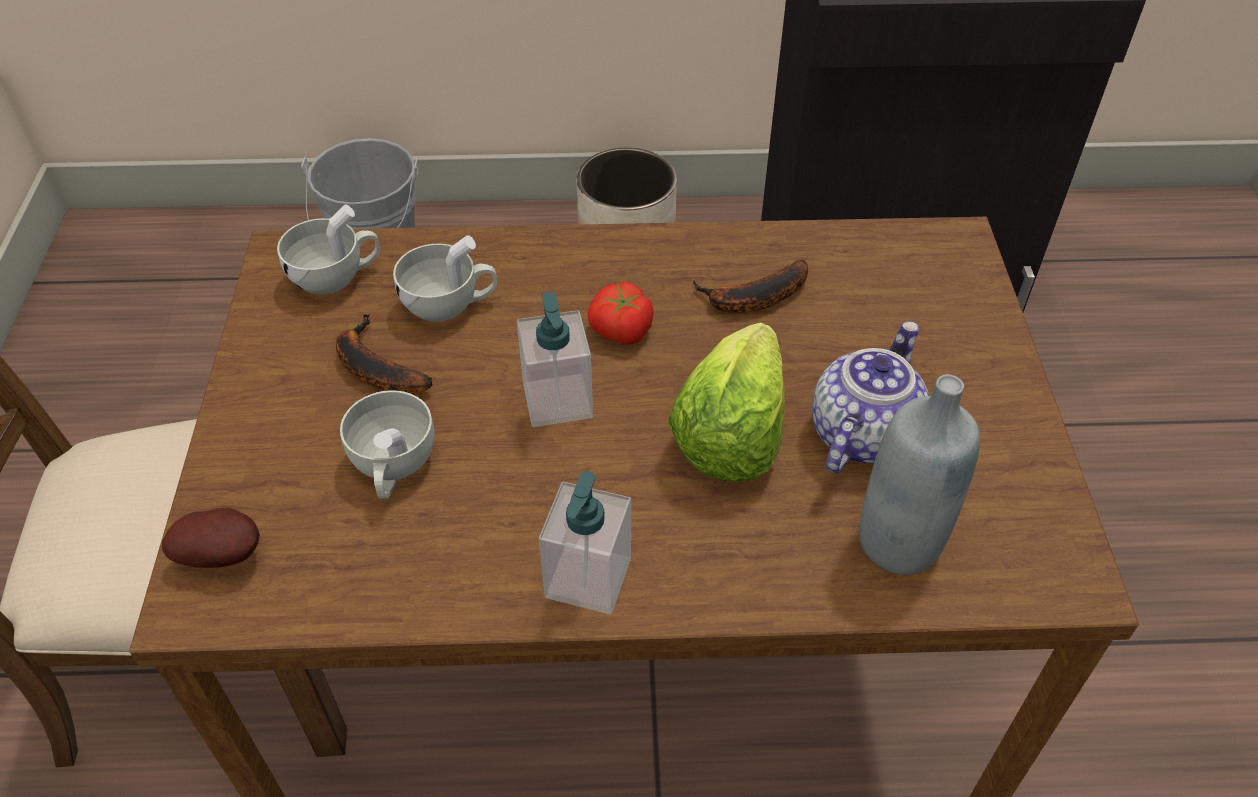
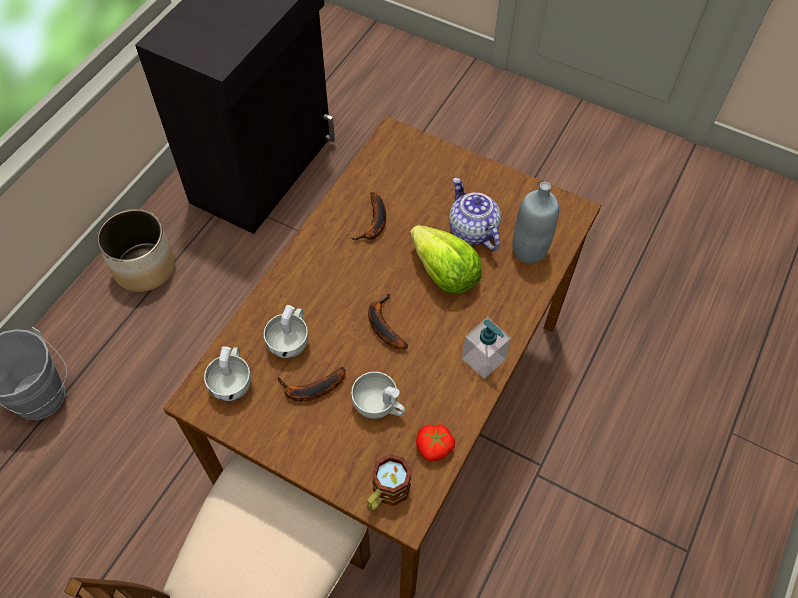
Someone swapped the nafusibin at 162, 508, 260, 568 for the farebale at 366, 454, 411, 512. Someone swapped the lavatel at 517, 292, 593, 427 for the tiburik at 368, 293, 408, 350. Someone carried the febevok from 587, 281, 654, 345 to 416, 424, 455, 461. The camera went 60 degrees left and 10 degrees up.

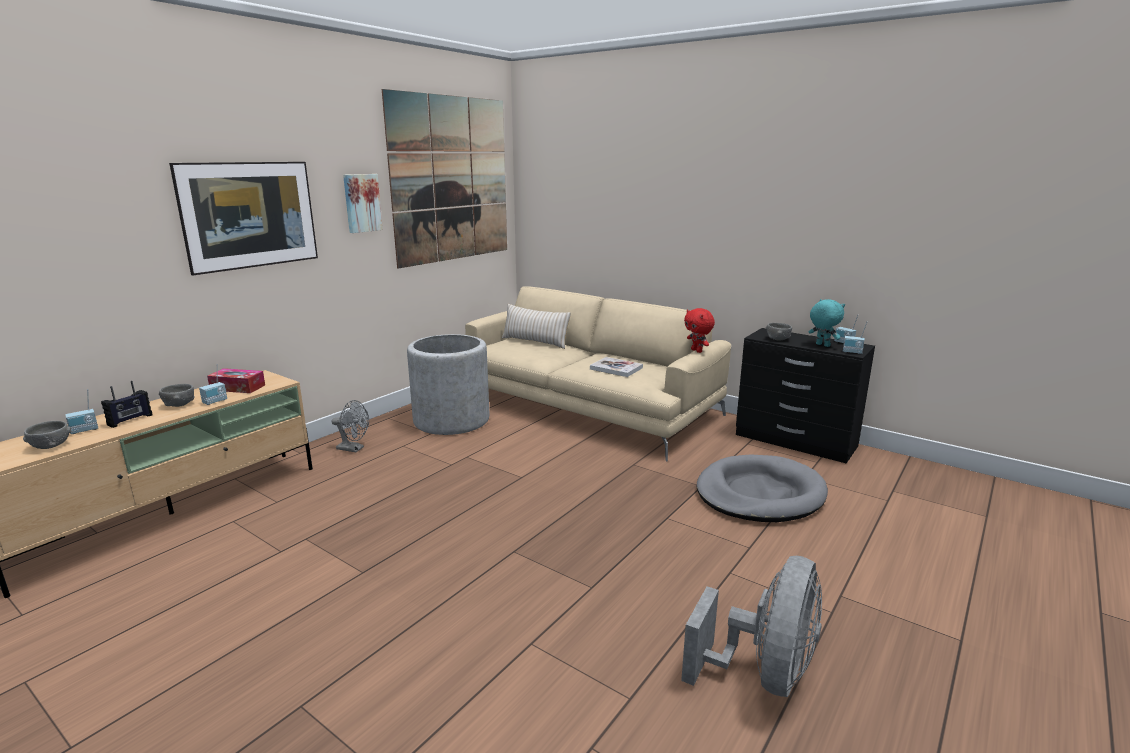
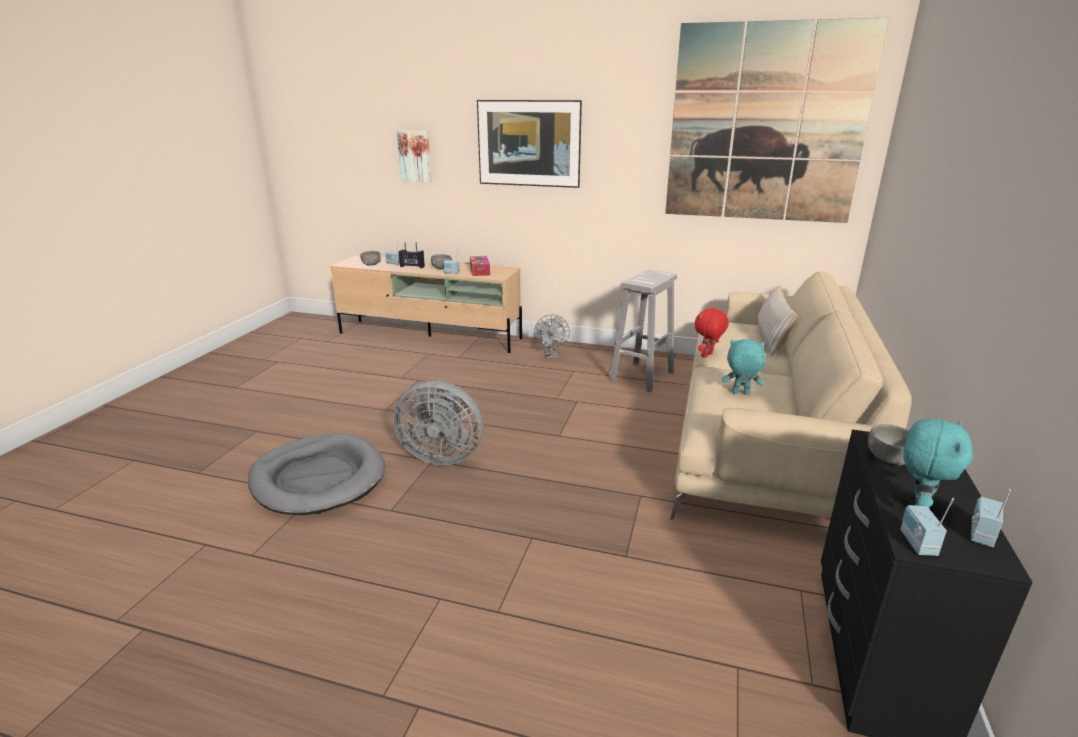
Someone carried the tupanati from 343, 174, 383, 233 to 397, 130, 432, 182. Someone swapped the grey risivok at 407, 334, 489, 435 for the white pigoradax at 610, 269, 677, 392. Someone swapped the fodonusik at 590, 357, 643, 377 for the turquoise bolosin at 722, 339, 766, 395. Someone carried the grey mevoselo from 681, 556, 822, 697 to 393, 381, 483, 465. Someone carried the red bolosin from 684, 308, 715, 353 to 695, 307, 729, 358. Someone carried the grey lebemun from 697, 455, 828, 522 to 248, 433, 386, 515. The camera went 70 degrees right and 5 degrees up.

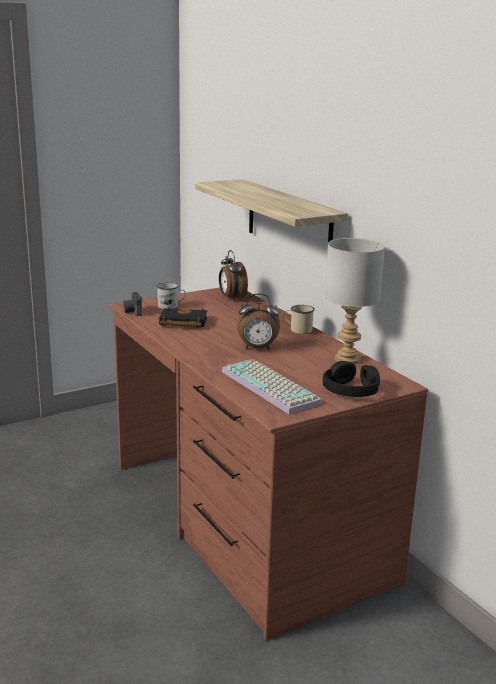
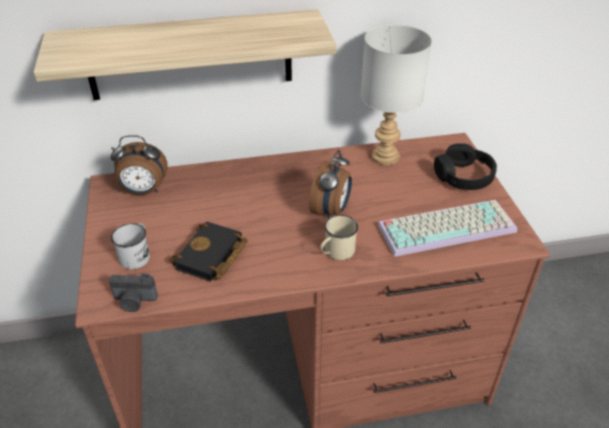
Someone carried the beige farebale from 284, 305, 314, 334 to 320, 215, 358, 260. The camera went 70 degrees left and 20 degrees up.

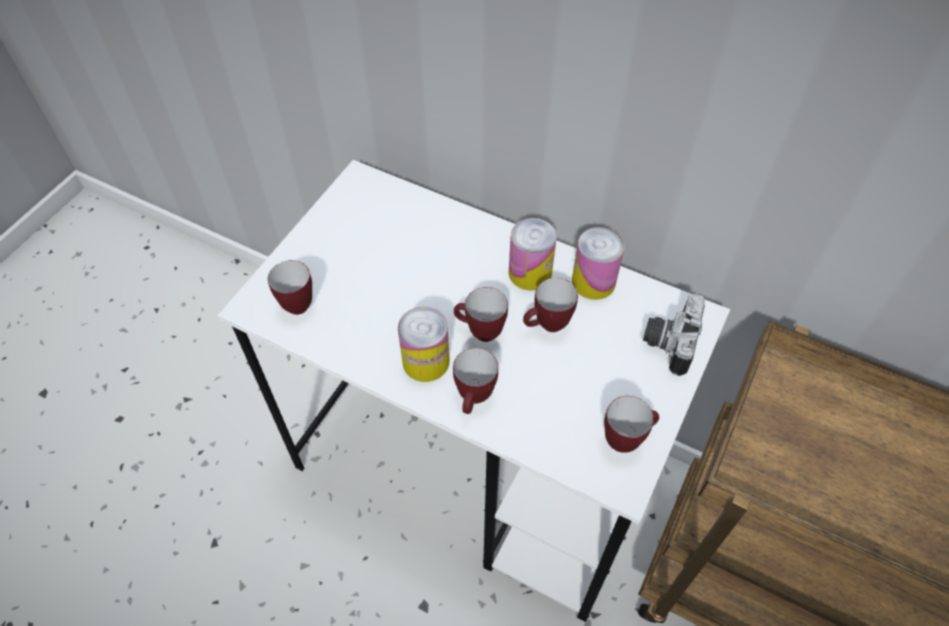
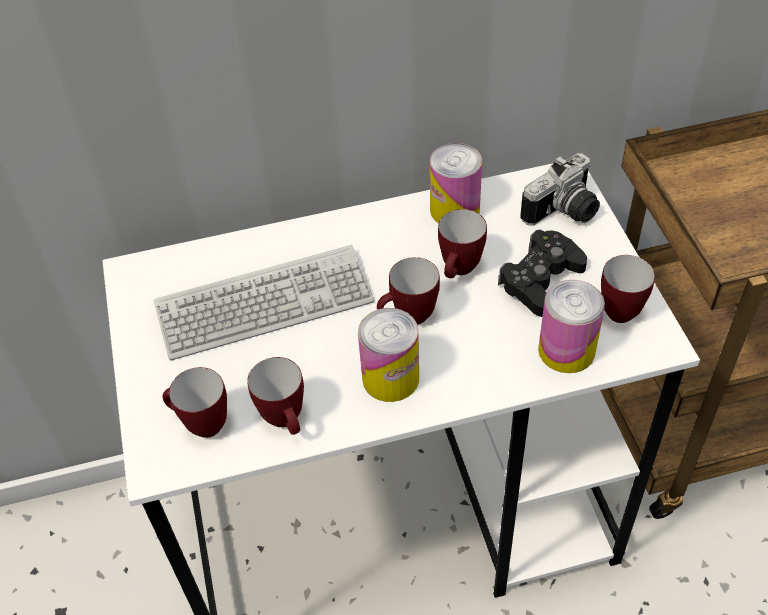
Someone carried the farebale from 453, 348, 498, 414 to 247, 357, 304, 435. Someone carried the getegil from 509, 218, 557, 290 to 538, 280, 605, 373. Someone rotated the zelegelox at 643, 294, 705, 376 by 105 degrees counterclockwise. Someone put down the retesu at 154, 245, 374, 360. Someone put down the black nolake at 498, 229, 587, 317. The camera went 40 degrees left and 5 degrees down.

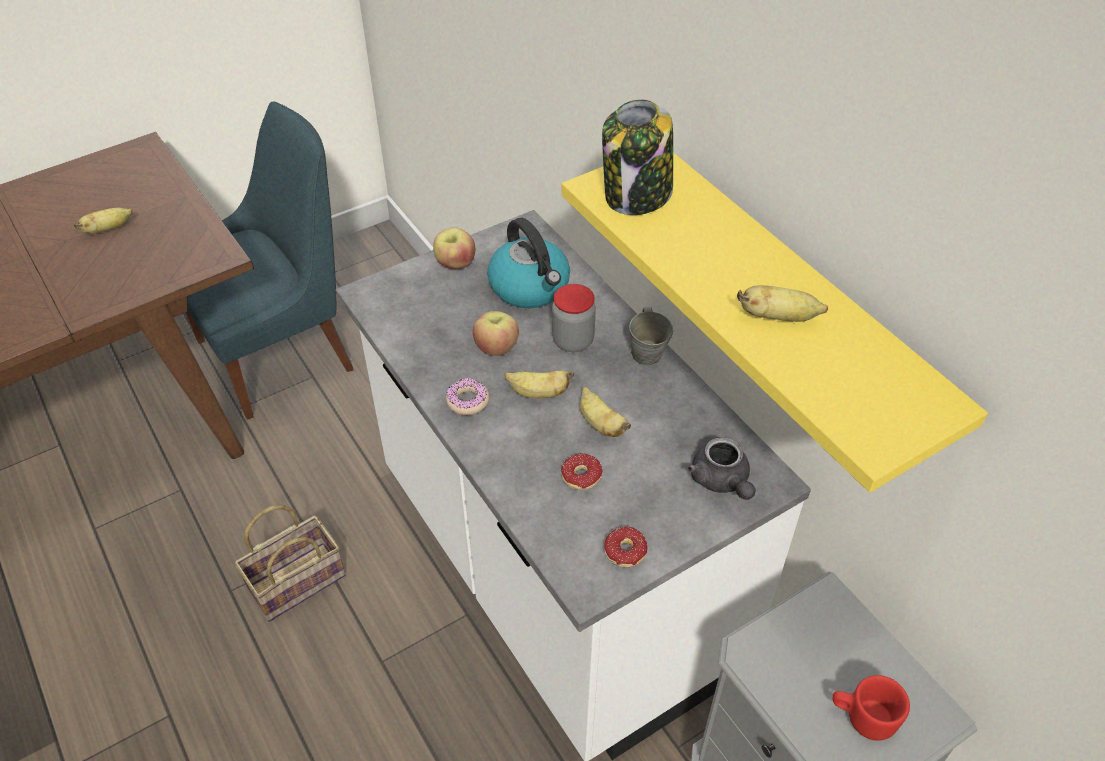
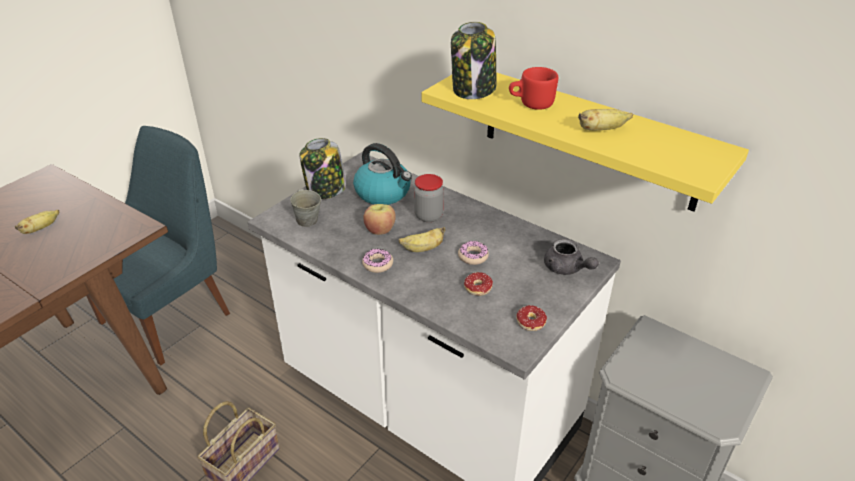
Someone swapped the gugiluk at 433, 227, 475, 269 for the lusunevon at 299, 138, 346, 199. Someone swapped the tiburik at 580, 387, 631, 437 for the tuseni at 458, 241, 489, 265. Someone carried the grey farebale from 629, 307, 673, 365 to 290, 189, 321, 227. Someone carried the red farebale from 833, 675, 910, 741 to 509, 67, 558, 110. The camera went 20 degrees left and 10 degrees down.

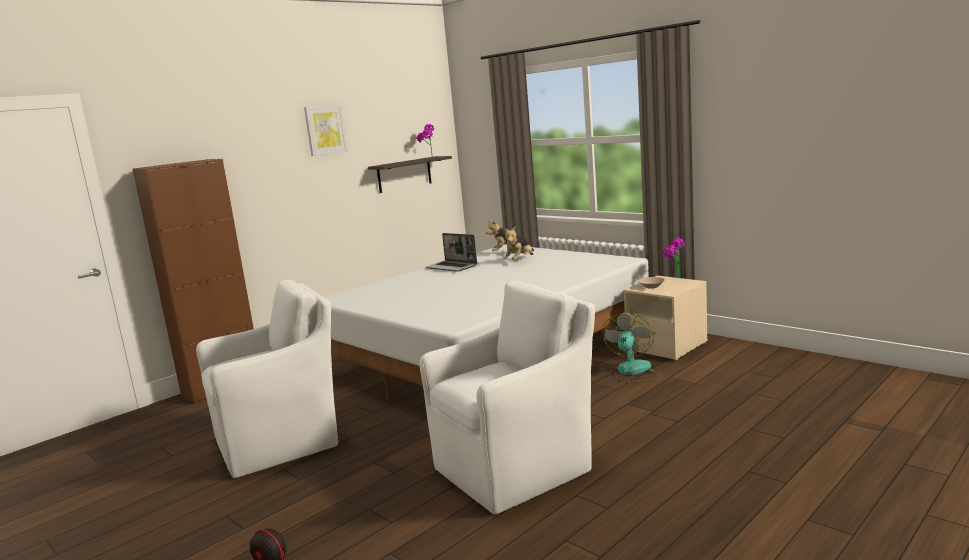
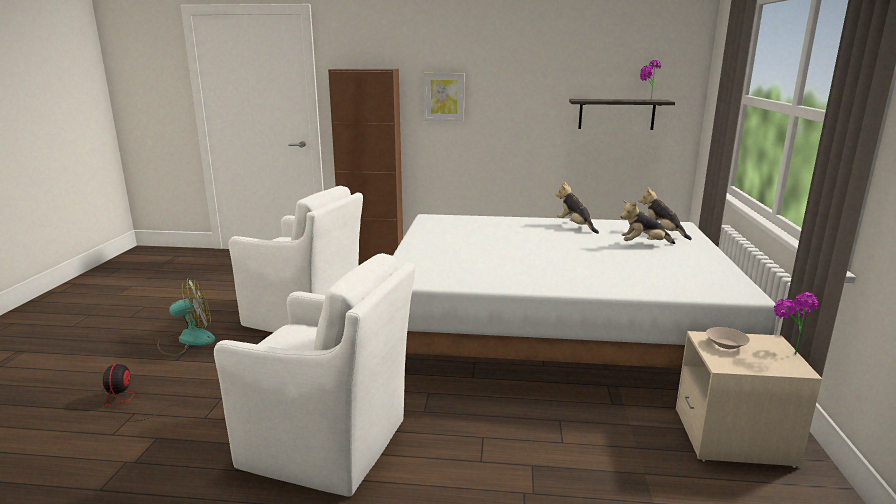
Someone carried the tupanati from 304, 104, 348, 156 to 424, 73, 464, 121. Someone swapped the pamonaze at 426, 233, 477, 272 for the bolosin at 555, 182, 599, 234. Someone carried the mevoselo from 602, 313, 662, 382 to 158, 278, 215, 356. The camera went 50 degrees right and 5 degrees up.

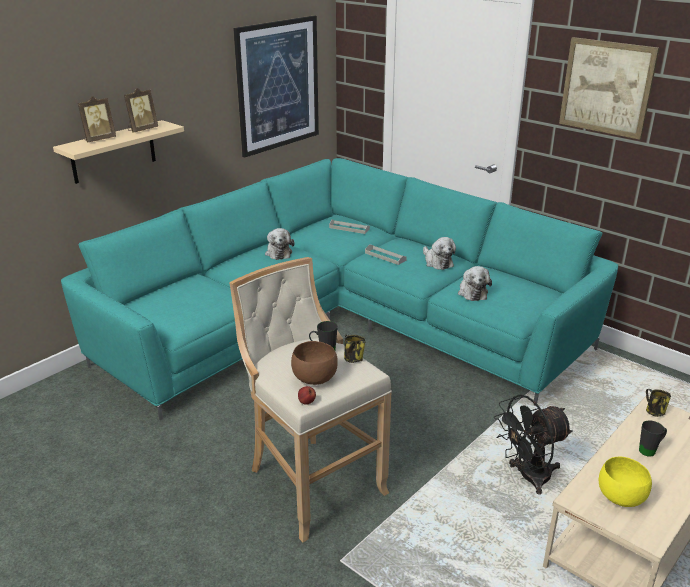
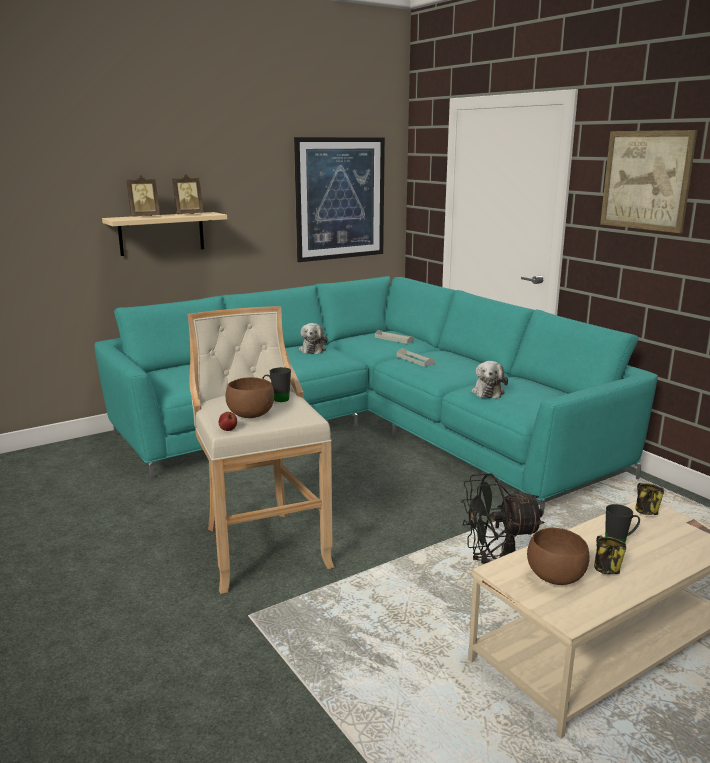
Someone carried the farebale from 344, 334, 365, 363 to 594, 536, 626, 574. Someone took away the bolosin at 423, 237, 456, 270. Someone repainted the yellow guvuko at 599, 457, 652, 507, which became the brown guvuko at 527, 528, 589, 585. The camera went 15 degrees right and 10 degrees down.

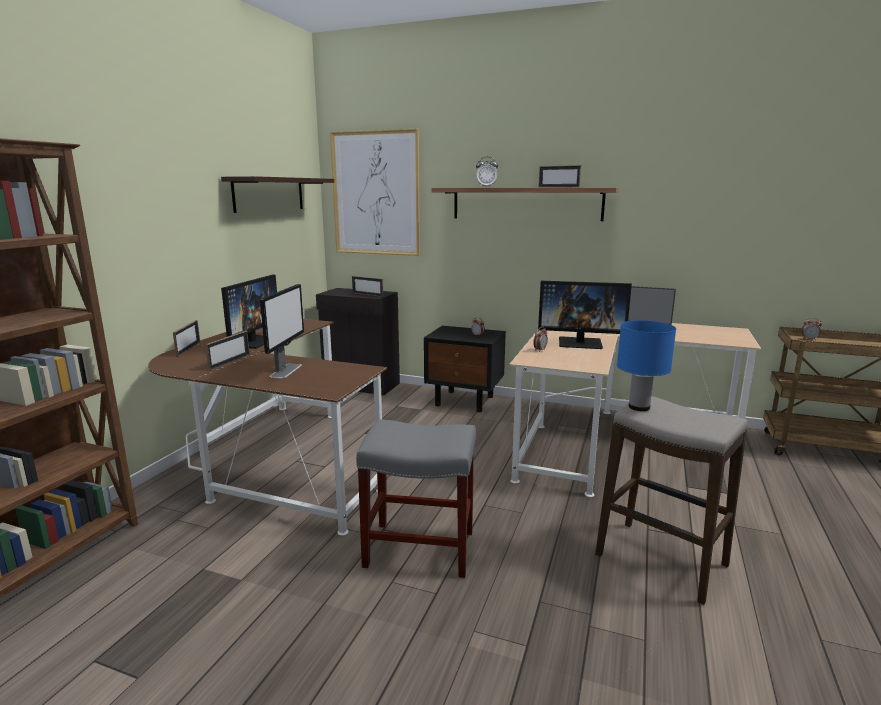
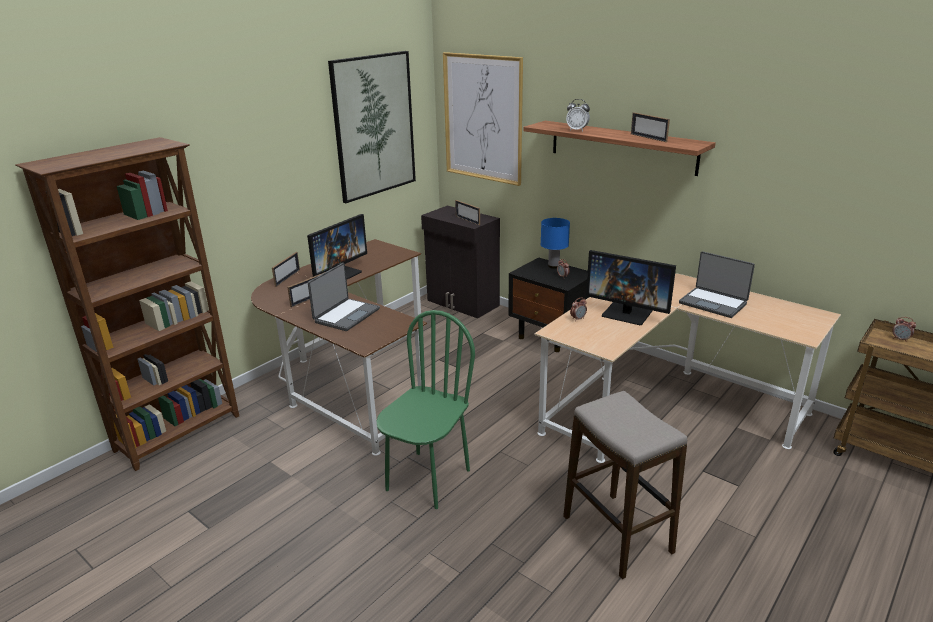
Someone swapped the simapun at 221, 176, 334, 213 for the tupanati at 328, 51, 416, 203. Someone swapped the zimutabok at 260, 284, 304, 378 for the pamonaze at 308, 263, 380, 331. Someone swapped the grey pigoradax at 356, 419, 476, 578 for the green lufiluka at 376, 310, 475, 509. Someone carried the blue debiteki from 617, 320, 676, 411 to 541, 218, 570, 269. The camera went 20 degrees right and 10 degrees up.

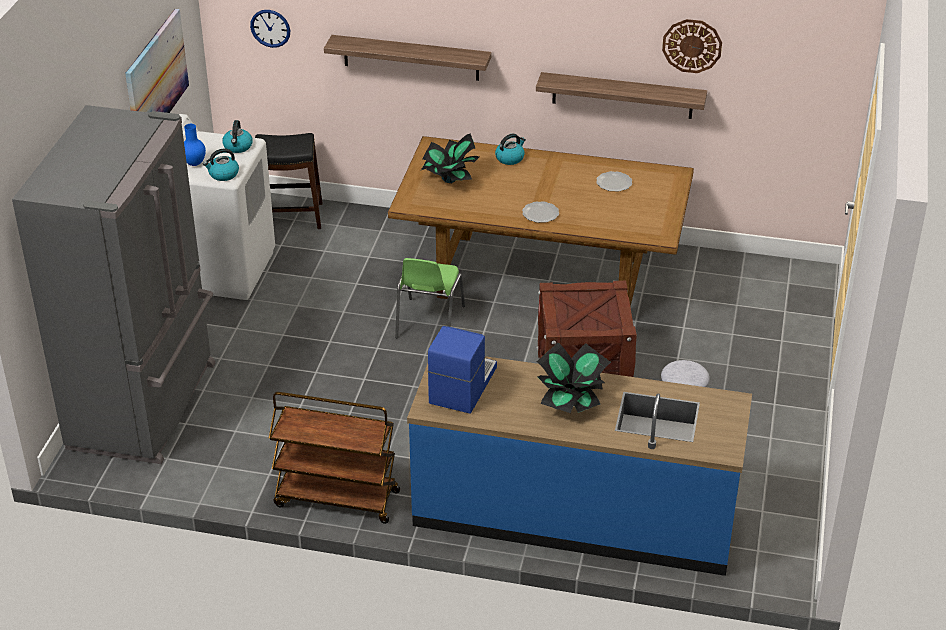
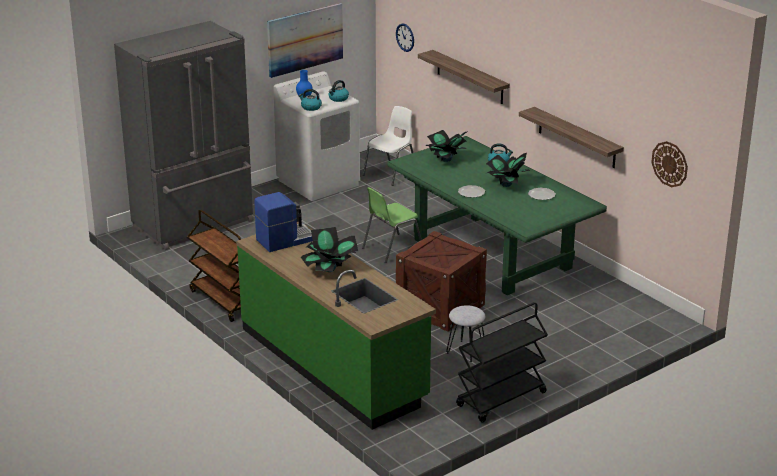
Someone swapped the black pigoradax at 255, 133, 322, 229 for the white lufiluka at 363, 106, 413, 186. Someone repainted the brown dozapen at 388, 136, 694, 307, which became the green dozapen at 388, 136, 607, 295. Someone repainted the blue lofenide at 407, 356, 752, 576, which became the green lofenide at 236, 222, 436, 430. Someone carried the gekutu from 662, 19, 722, 73 to 651, 141, 688, 187. Someone put down the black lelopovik at 456, 302, 548, 423. Someone put down the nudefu at 486, 153, 530, 187. The camera went 40 degrees right and 10 degrees down.

